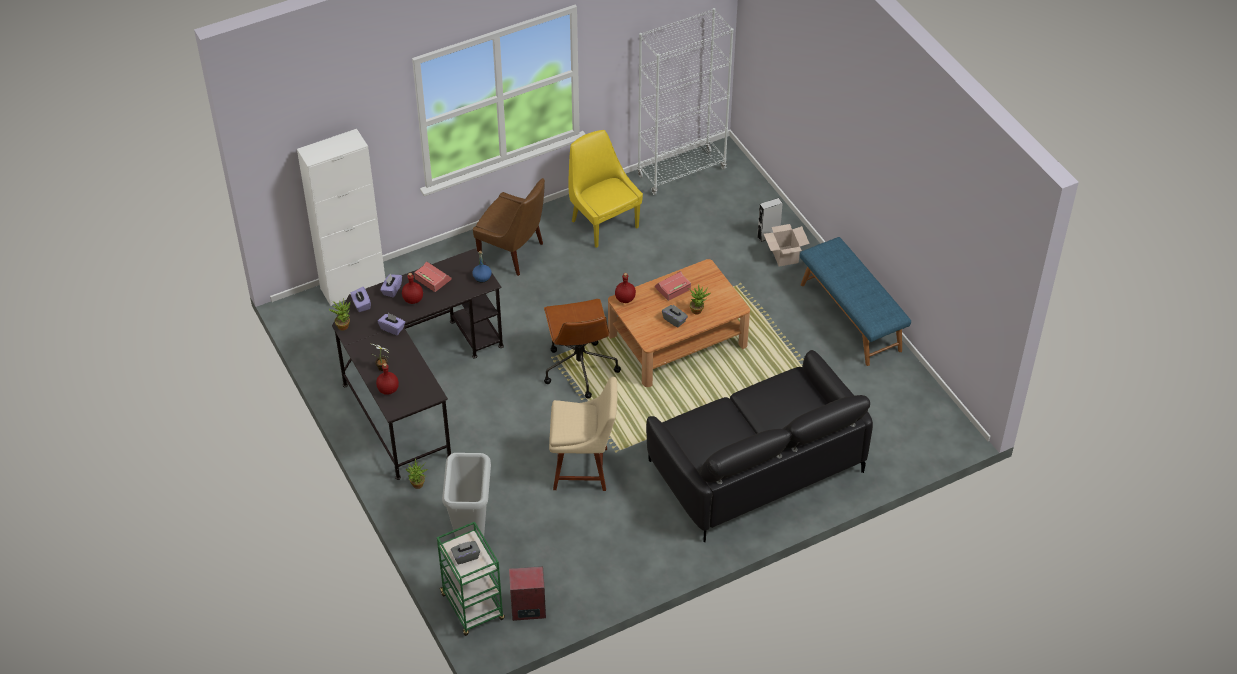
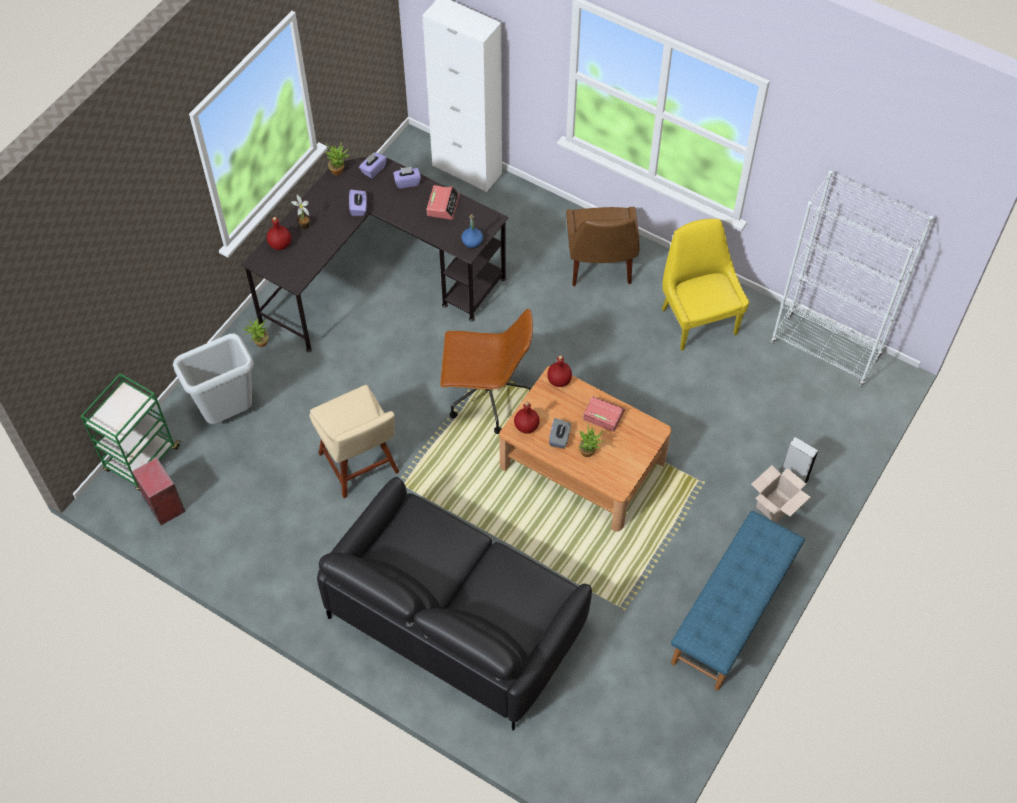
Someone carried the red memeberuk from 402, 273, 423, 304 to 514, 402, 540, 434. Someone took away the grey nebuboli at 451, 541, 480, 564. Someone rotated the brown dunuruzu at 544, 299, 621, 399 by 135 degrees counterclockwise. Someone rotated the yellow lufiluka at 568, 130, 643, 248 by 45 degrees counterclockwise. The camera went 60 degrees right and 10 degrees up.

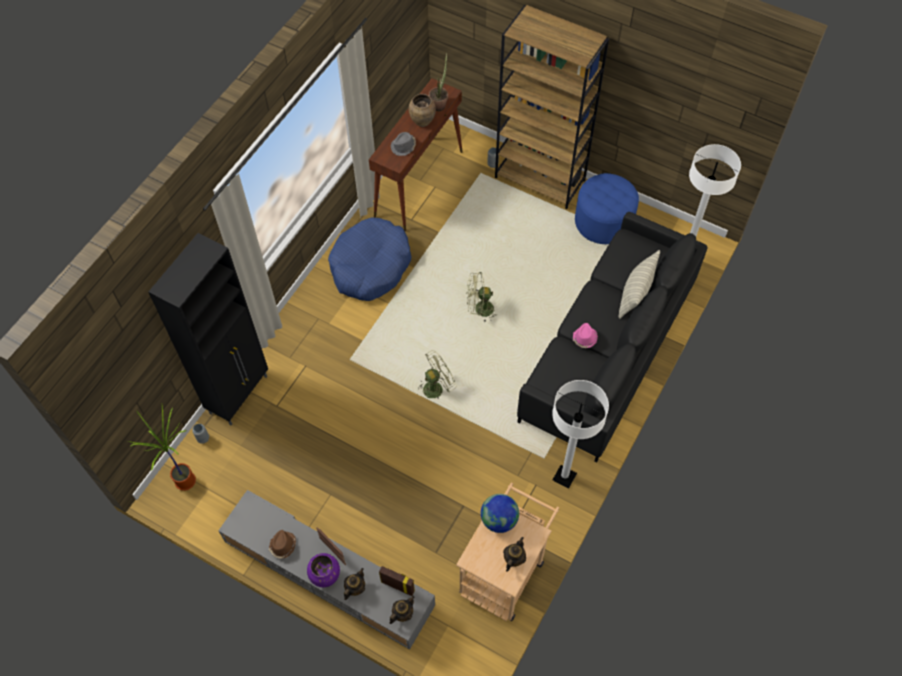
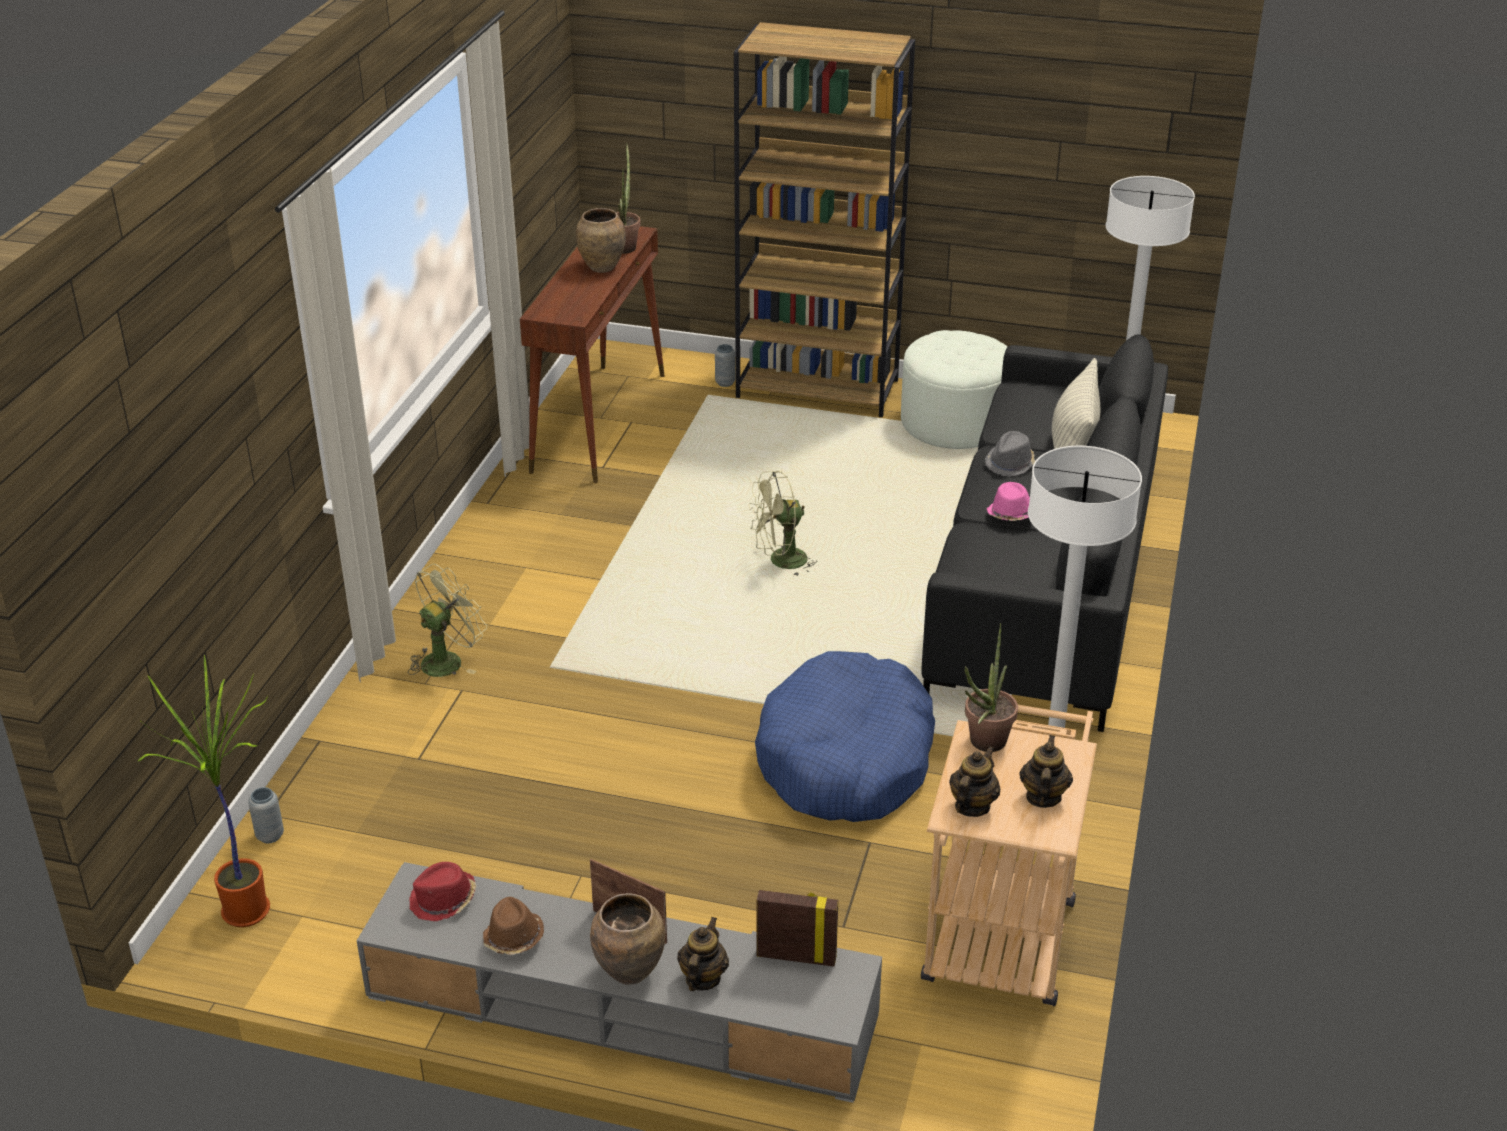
Someone took away the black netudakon at 148, 233, 268, 425. Someone repainted the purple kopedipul at 307, 553, 340, 587, which became the brown kopedipul at 590, 893, 665, 985. Someone carried the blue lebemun from 328, 217, 411, 301 to 755, 651, 935, 822. Someone carried the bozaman from 389, 596, 414, 624 to 949, 746, 1000, 817. Someone carried the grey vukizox from 391, 132, 416, 156 to 985, 431, 1035, 477. Someone carried the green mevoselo from 419, 350, 456, 399 to 408, 564, 487, 677. Someone swapped the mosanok at 481, 494, 519, 533 for the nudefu at 965, 623, 1018, 752. Someone repainted the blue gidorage at 575, 173, 639, 244, which became the white gidorage at 901, 330, 1007, 449. Someone put down the red vukizox at 409, 862, 476, 921. The camera went 15 degrees left and 25 degrees down.

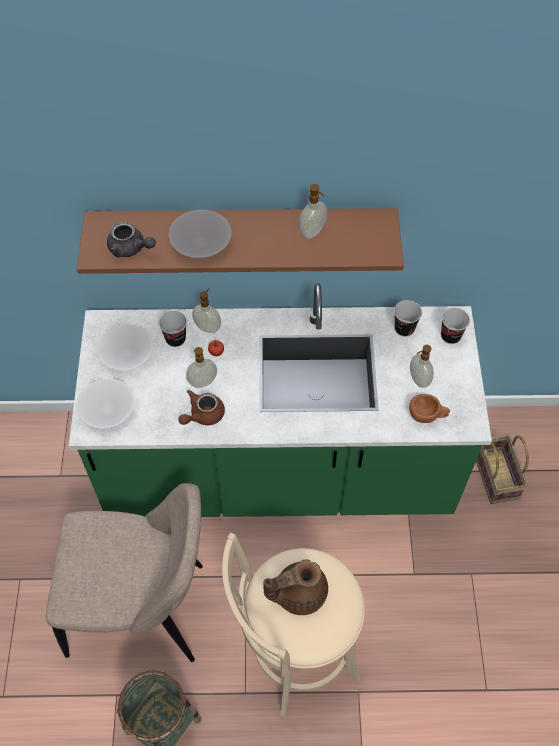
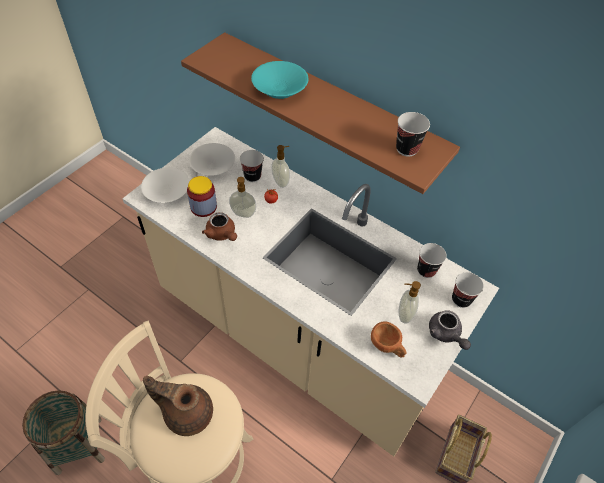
Someone took away the beige lufiluka at 46, 483, 203, 662. Someone repainted the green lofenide at 69, 283, 492, 517, which became the beige lofenide at 122, 127, 499, 456. Someone carried the grey bozaman from 107, 222, 156, 257 to 429, 310, 471, 350. Someone repainted the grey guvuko at 168, 210, 232, 258, which became the turquoise guvuko at 251, 61, 309, 99. Someone rotated the brown bozaman at 178, 390, 225, 425 by 120 degrees counterclockwise. Someone took away the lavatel at 299, 184, 327, 239. Someone put down the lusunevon at 187, 176, 217, 217. Someone put down the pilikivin at 396, 112, 430, 157. The camera went 35 degrees right and 5 degrees down.

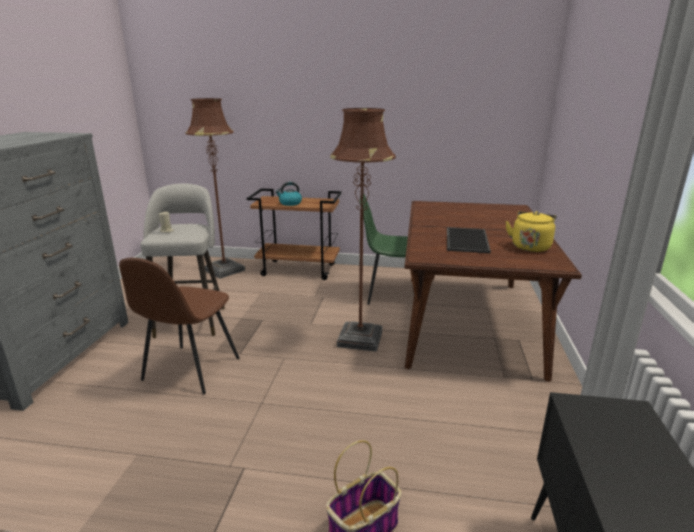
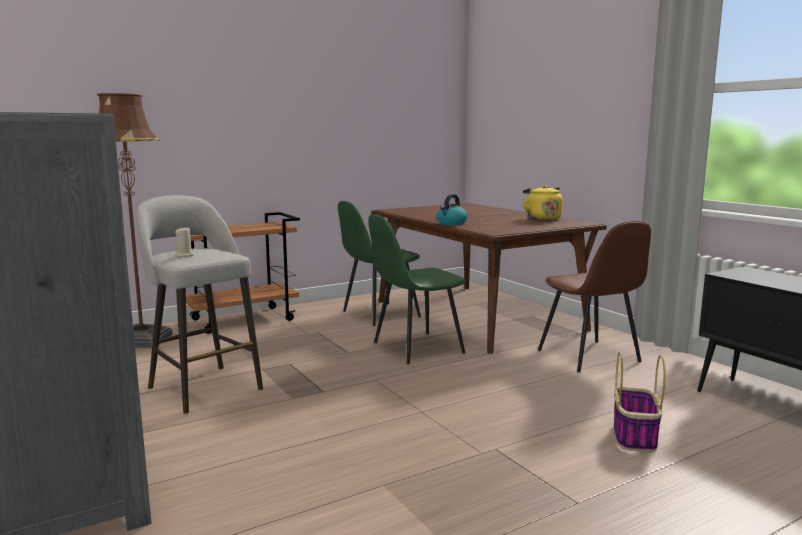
Someone carried the brown lufiluka from 119, 258, 239, 395 to 538, 221, 651, 373. Someone carried the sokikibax from 275, 182, 302, 206 to 436, 194, 467, 225. Someone swapped the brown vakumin at 330, 108, 396, 352 for the green lufiluka at 368, 214, 465, 364. Someone took away the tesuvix at 447, 227, 491, 253. The camera went 40 degrees left and 10 degrees down.

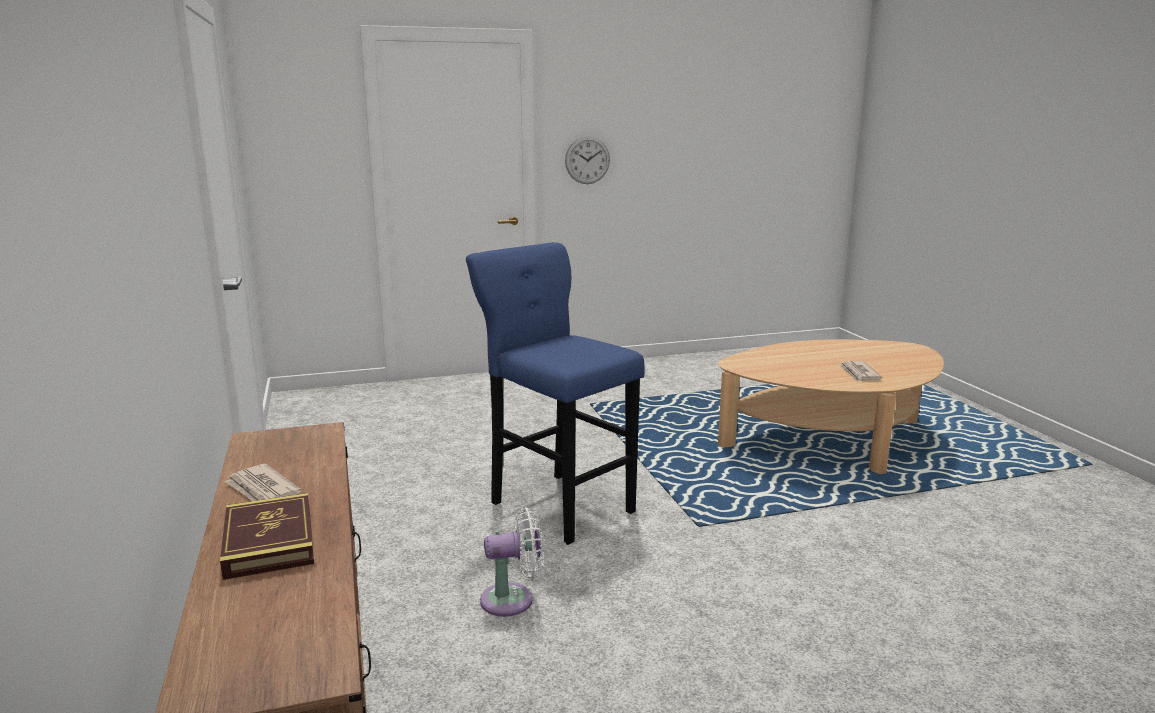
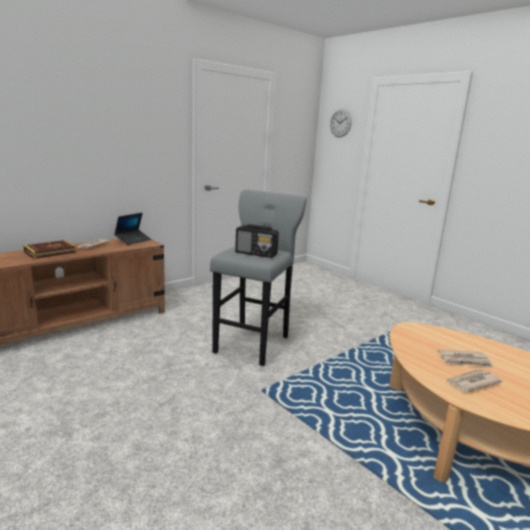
Someone repainted the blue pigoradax at 466, 242, 645, 545, which became the grey pigoradax at 210, 190, 307, 366. Someone took away the white mevoselo at 480, 507, 543, 617. Someone carried the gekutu from 565, 136, 610, 184 to 330, 109, 352, 137. Someone put down the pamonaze at 114, 213, 151, 245. Someone put down the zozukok at 235, 224, 279, 258. Someone put down the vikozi at 438, 350, 493, 368. The camera went 65 degrees right and 0 degrees up.

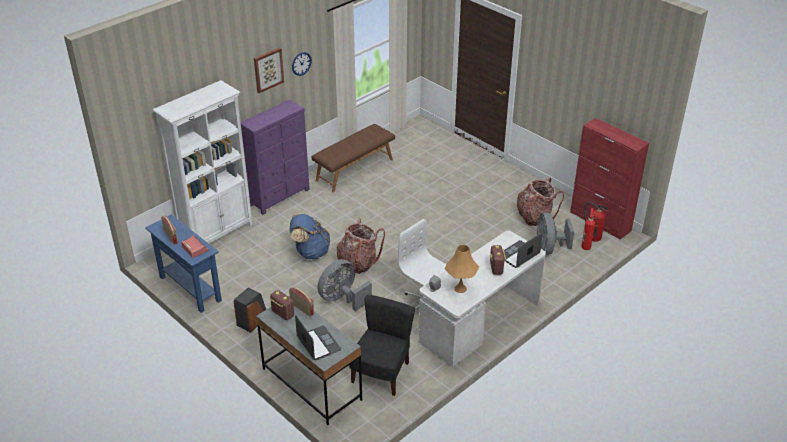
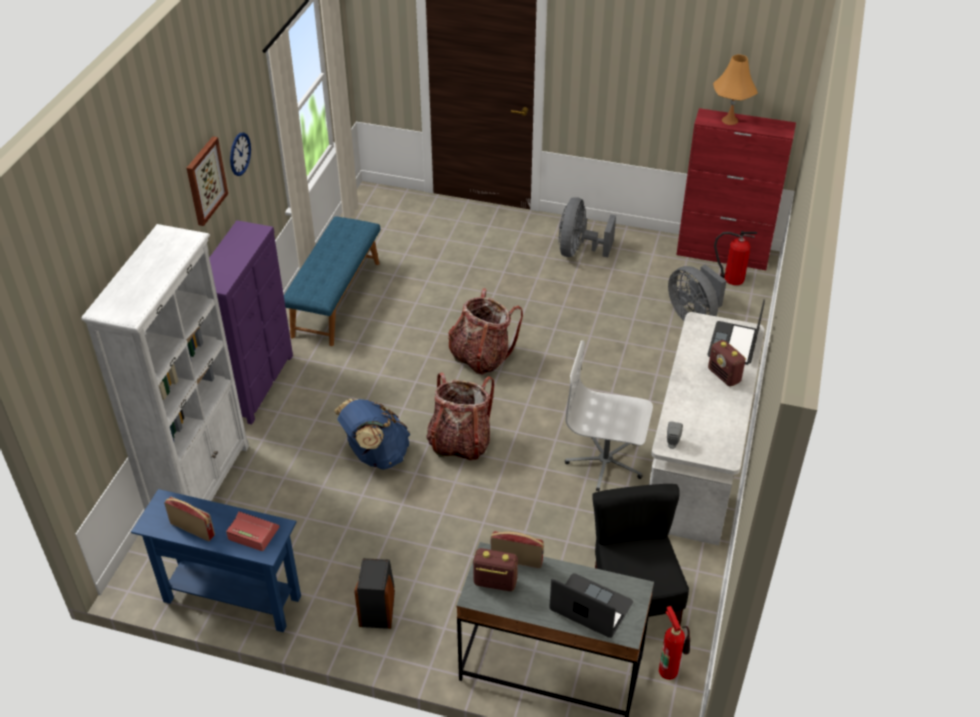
Someone repainted the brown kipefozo at 312, 124, 395, 192, which became the blue kipefozo at 284, 216, 380, 346. Someone carried the grey mevoselo from 318, 259, 372, 311 to 559, 197, 616, 257. Someone carried the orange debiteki from 445, 245, 479, 293 to 713, 54, 758, 125. Someone carried the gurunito from 517, 177, 564, 226 to 448, 288, 523, 375. Someone carried the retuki from 581, 208, 598, 250 to 659, 606, 690, 680. The camera went 30 degrees left and 5 degrees up.

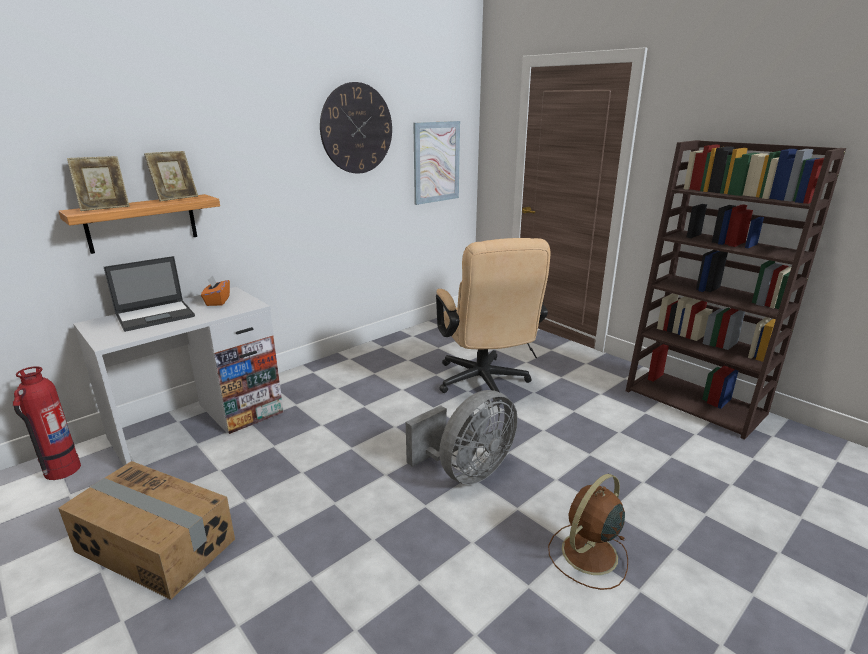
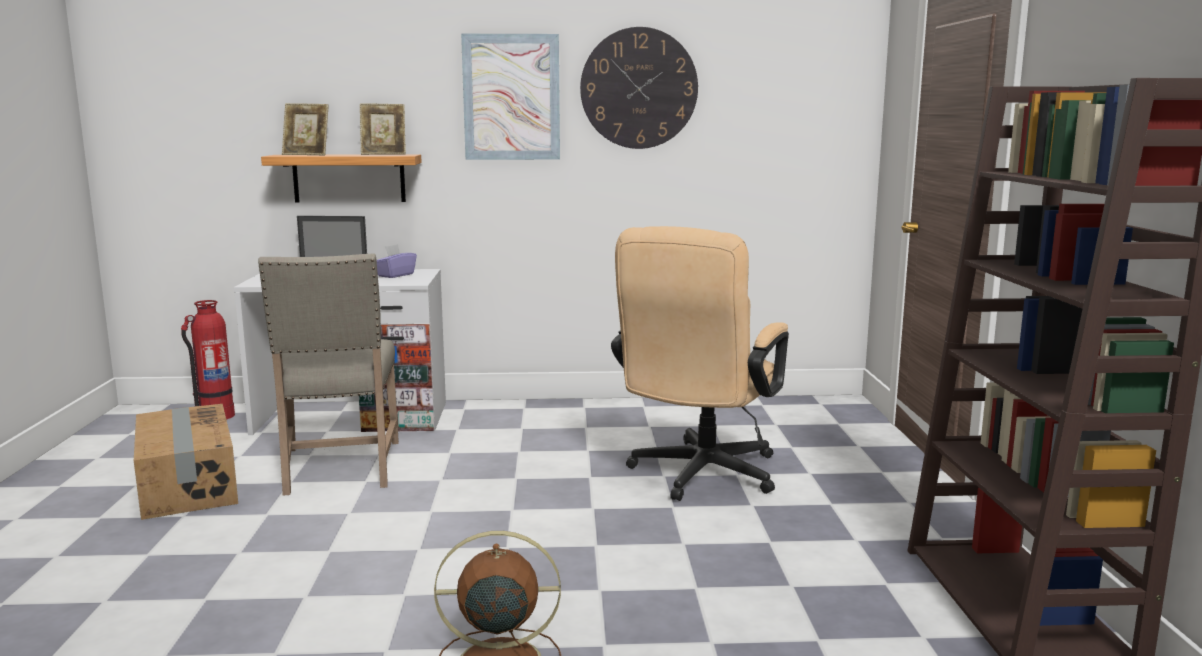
Someone repainted the orange nebuboli at 201, 275, 230, 306, which became the purple nebuboli at 377, 244, 417, 278. Someone took away the grey mevoselo at 406, 390, 517, 485. Someone carried the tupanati from 413, 121, 460, 205 to 461, 34, 560, 160. Someone put down the beige lufiluka at 258, 253, 399, 496. The camera went 40 degrees right and 10 degrees down.

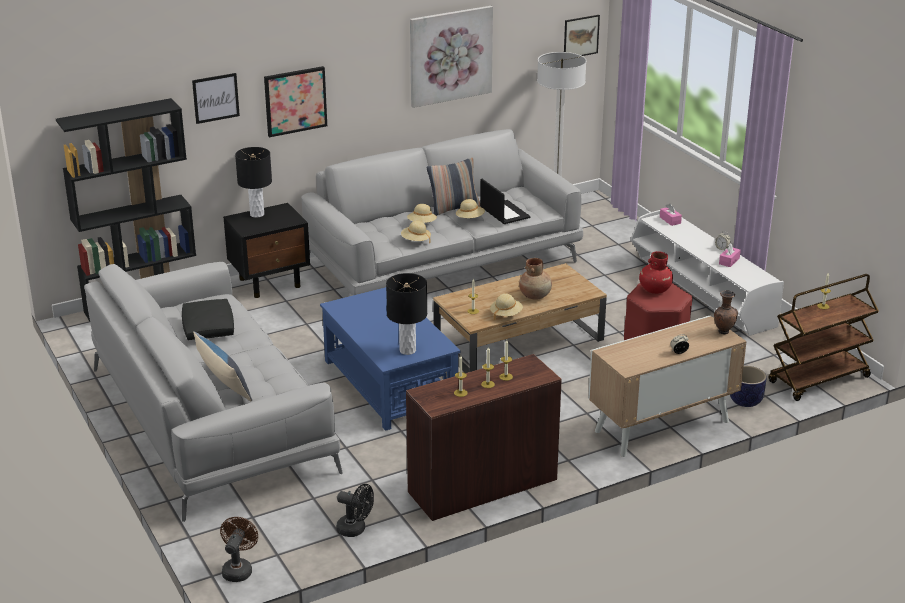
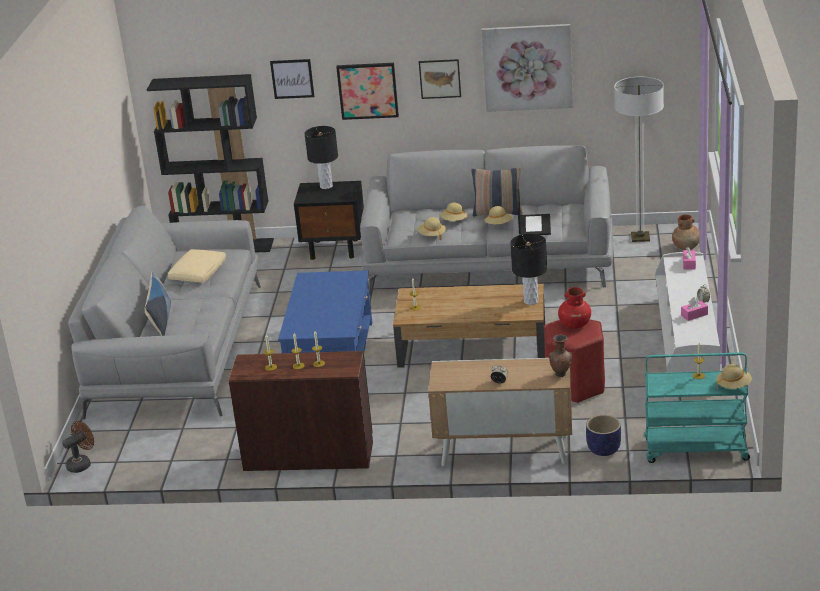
Someone repainted the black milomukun at 182, 299, 234, 340, which became the beige milomukun at 168, 249, 226, 283. Someone took away the black mevoselo at 336, 484, 374, 537. Someone carried the black debiteki from 386, 273, 427, 355 to 510, 234, 547, 305. Someone carried the beige vukizox from 490, 293, 523, 320 to 716, 364, 752, 389. Someone carried the brown kopedipul from 519, 258, 552, 300 to 672, 214, 699, 250. Someone carried the tupanati from 564, 15, 600, 56 to 419, 59, 461, 99. Someone repainted the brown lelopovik at 768, 274, 879, 401, which became the turquoise lelopovik at 644, 353, 750, 463. The camera went 35 degrees right and 0 degrees up.

